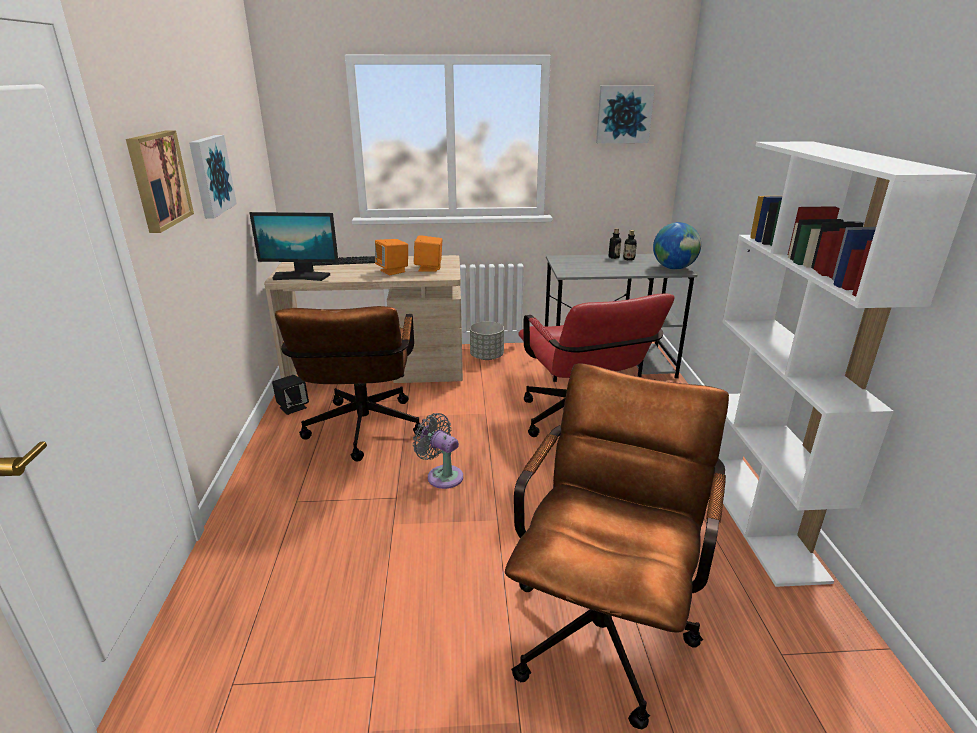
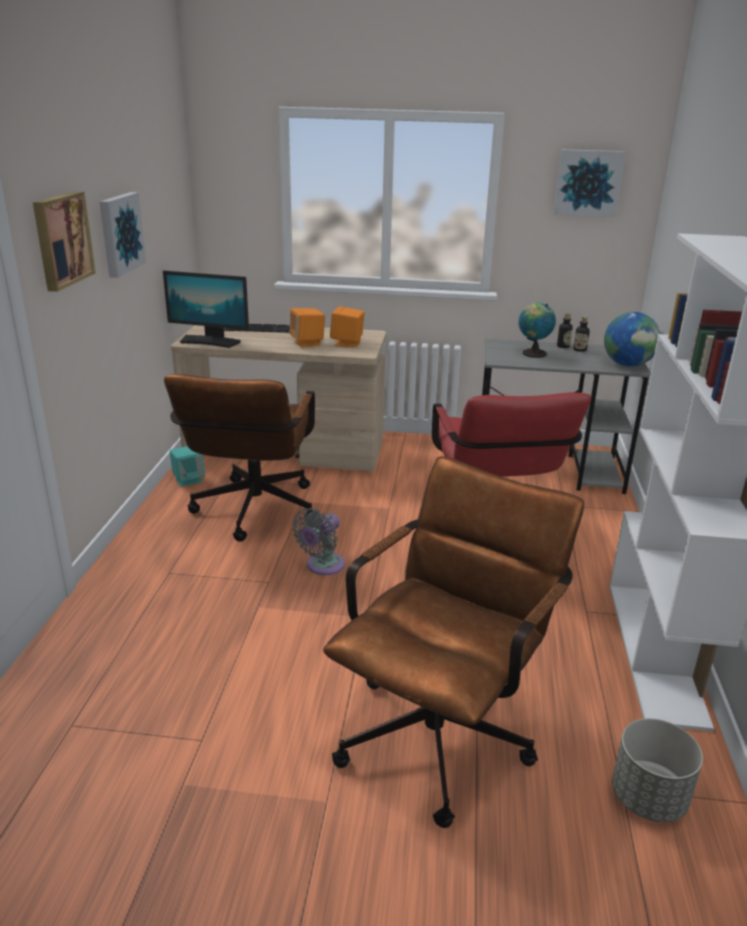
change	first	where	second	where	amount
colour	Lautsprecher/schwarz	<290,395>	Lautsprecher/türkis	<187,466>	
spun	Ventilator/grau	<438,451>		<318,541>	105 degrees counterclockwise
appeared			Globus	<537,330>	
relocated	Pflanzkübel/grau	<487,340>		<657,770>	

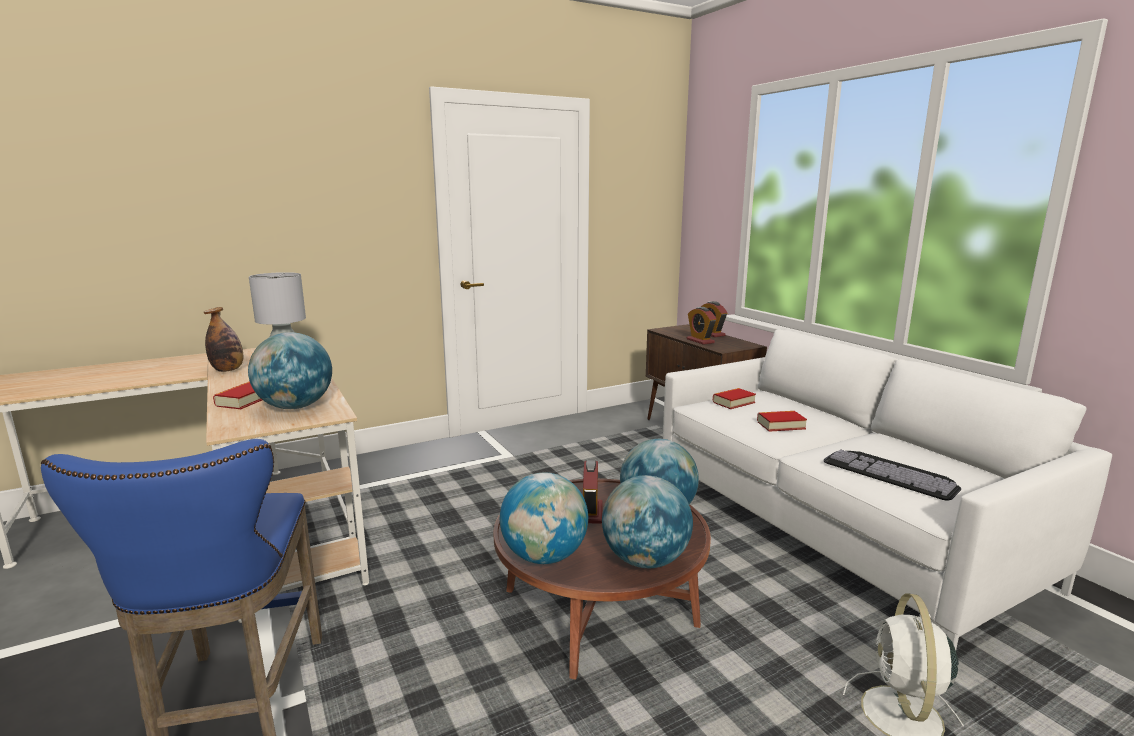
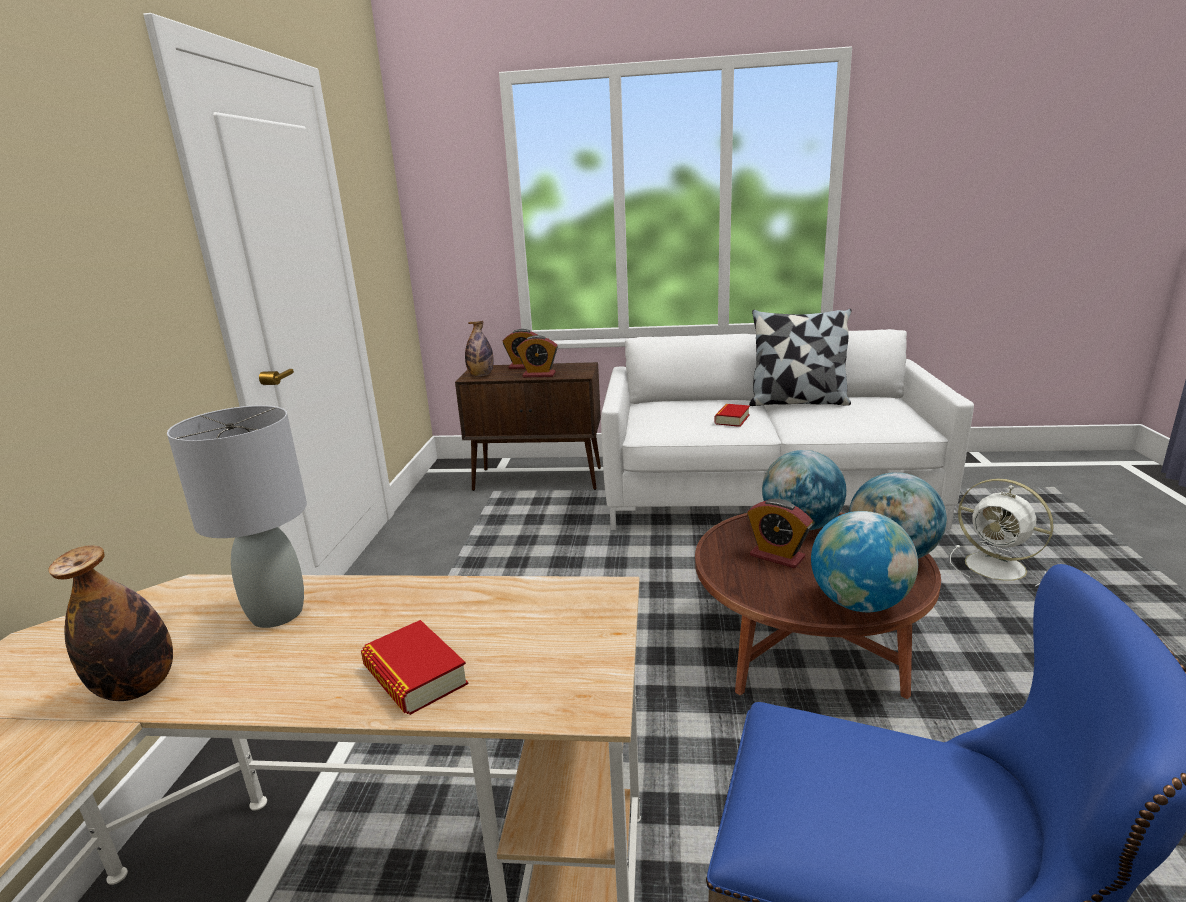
change	first	where	second	where	amount
appeared			Flasche	<479,348>	
appeared			Kissen	<800,357>	
missing	Globus	<290,370>			
missing	Buch	<734,398>			
missing	Tastatur	<892,475>			

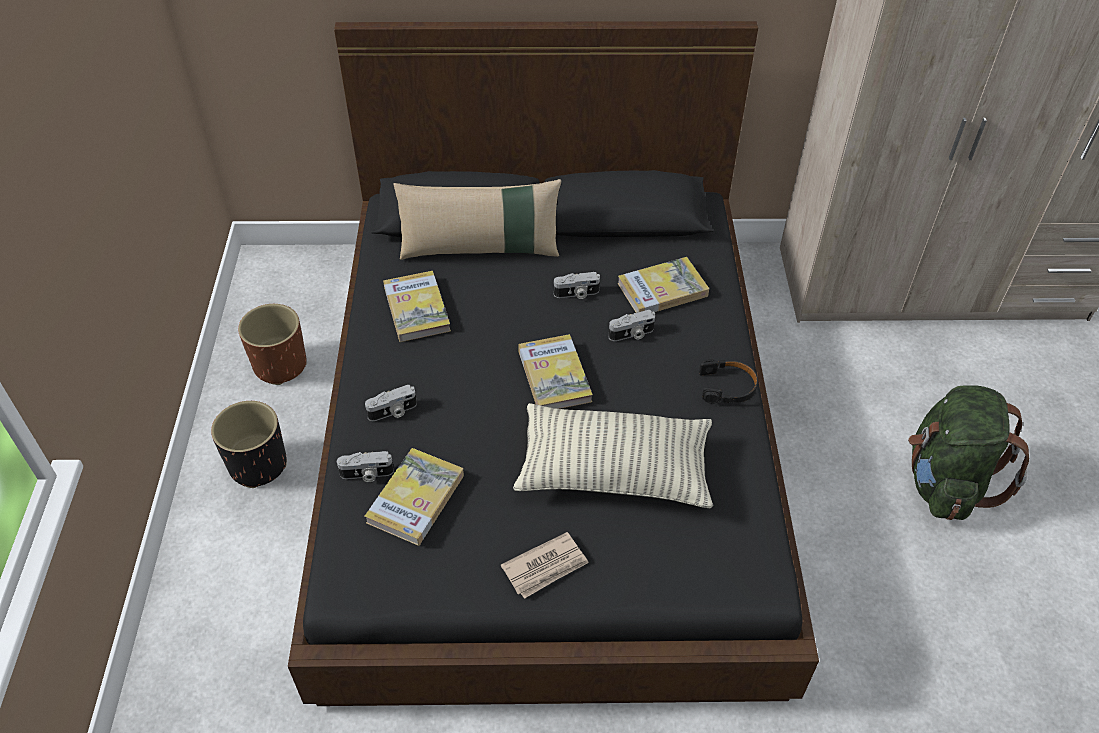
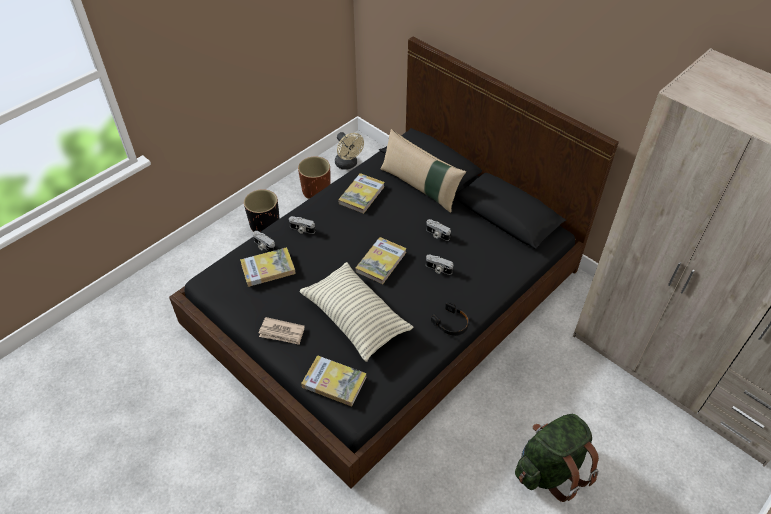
change	first	where	second	where	amount
relocated	Buch	<663,284>		<334,380>	
appeared			Ventilator/beige	<349,151>	

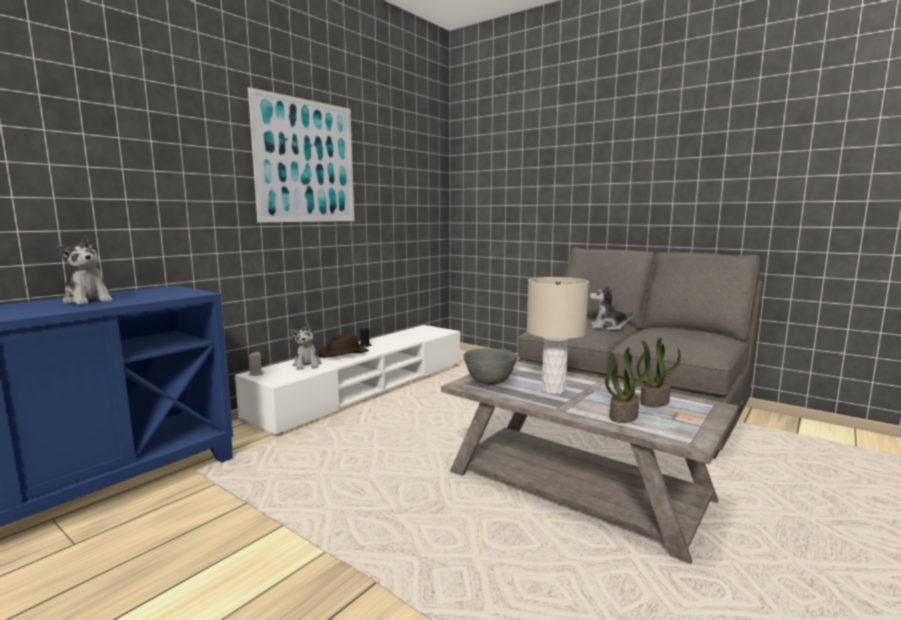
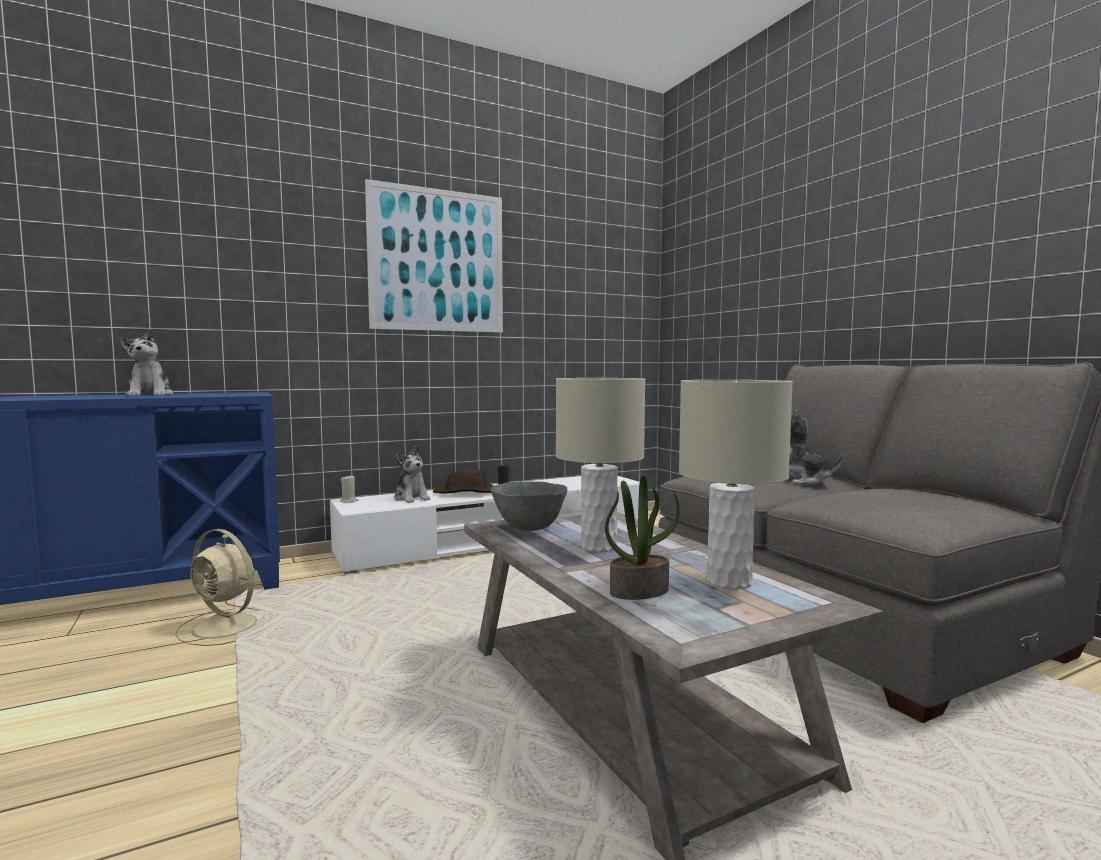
change	first	where	second	where	amount
appeared			Ventilator/beige	<224,587>	
spun	Plüschtier	<306,346>		<412,474>	45 degrees counterclockwise
exchanged	Topfpflanze	<659,372>	Tischlampe/beige	<736,485>	

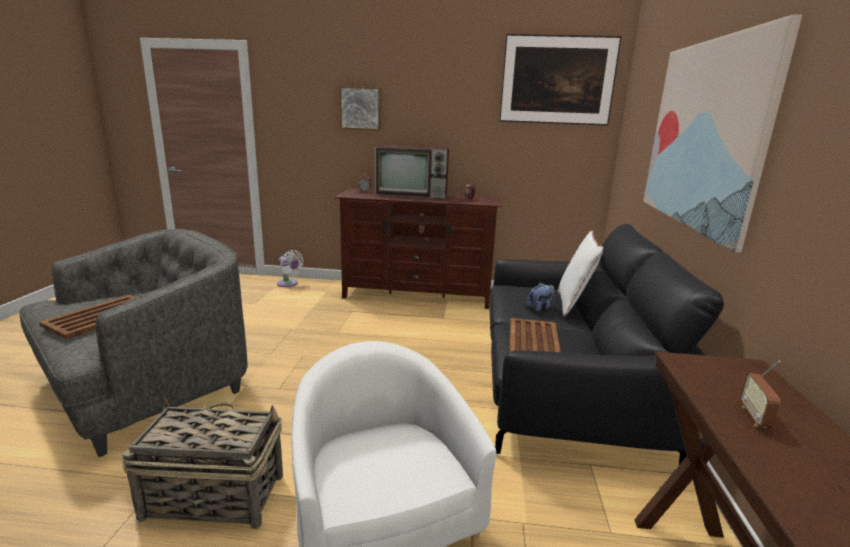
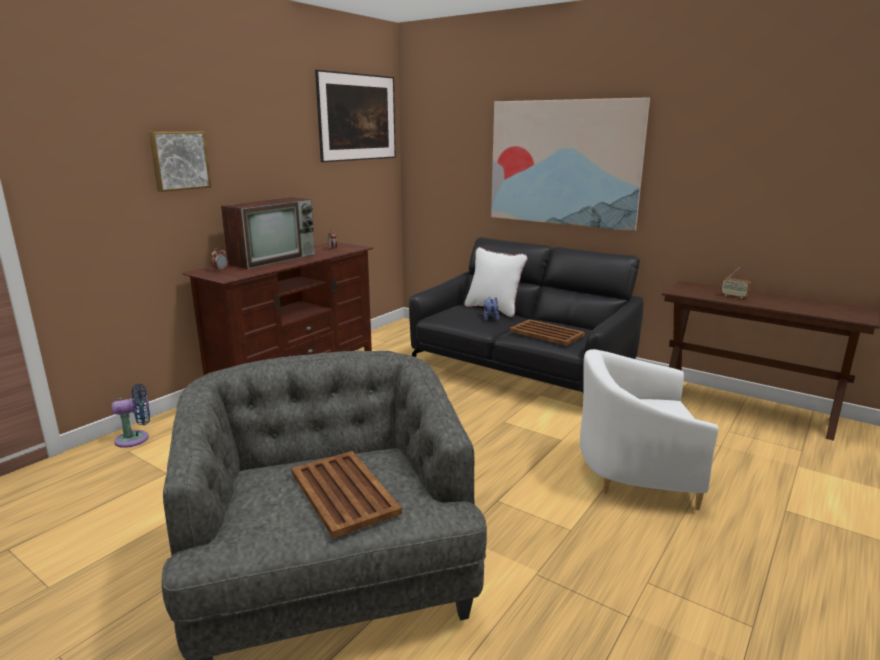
change	first	where	second	where	amount
colour	Ventilator/weiß	<290,268>	Ventilator/blau	<131,416>	
missing	Korb	<202,464>			

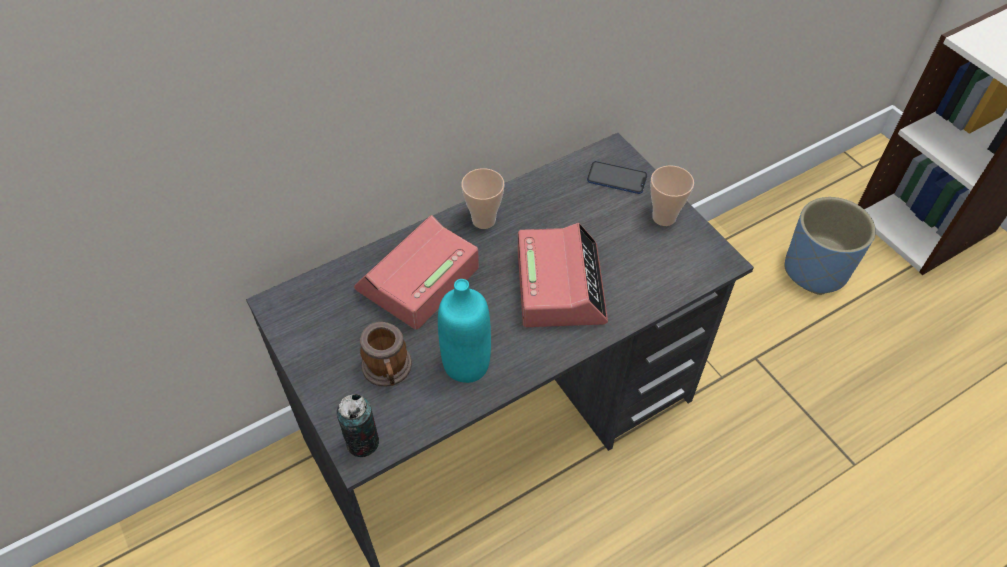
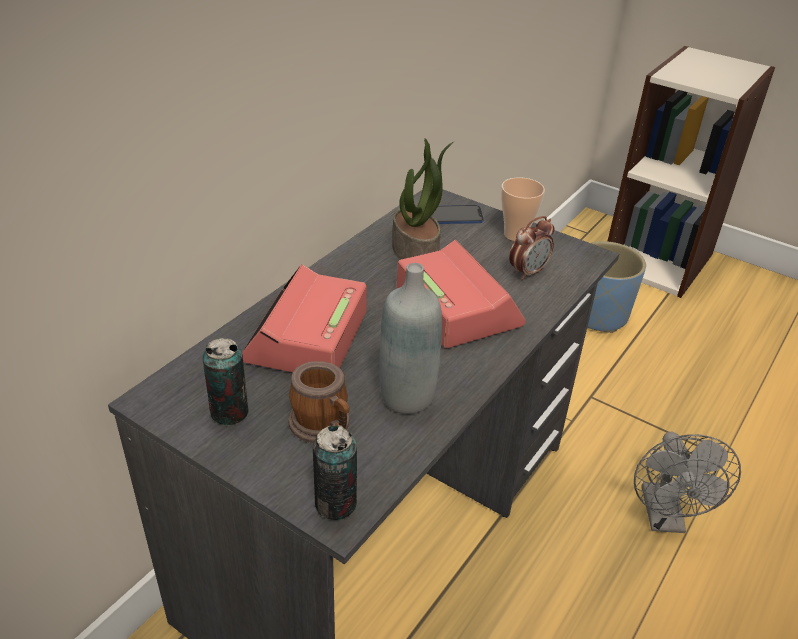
change	first	where	second	where	amount
appeared			Dose	<225,381>	
colour	Flasche/türkis	<464,331>	Flasche/grau	<410,338>	
appeared			Topfpflanze	<423,199>	
appeared			Wecker	<531,248>	
appeared			Ventilator/grau	<687,482>	
missing	Tasse	<482,198>			

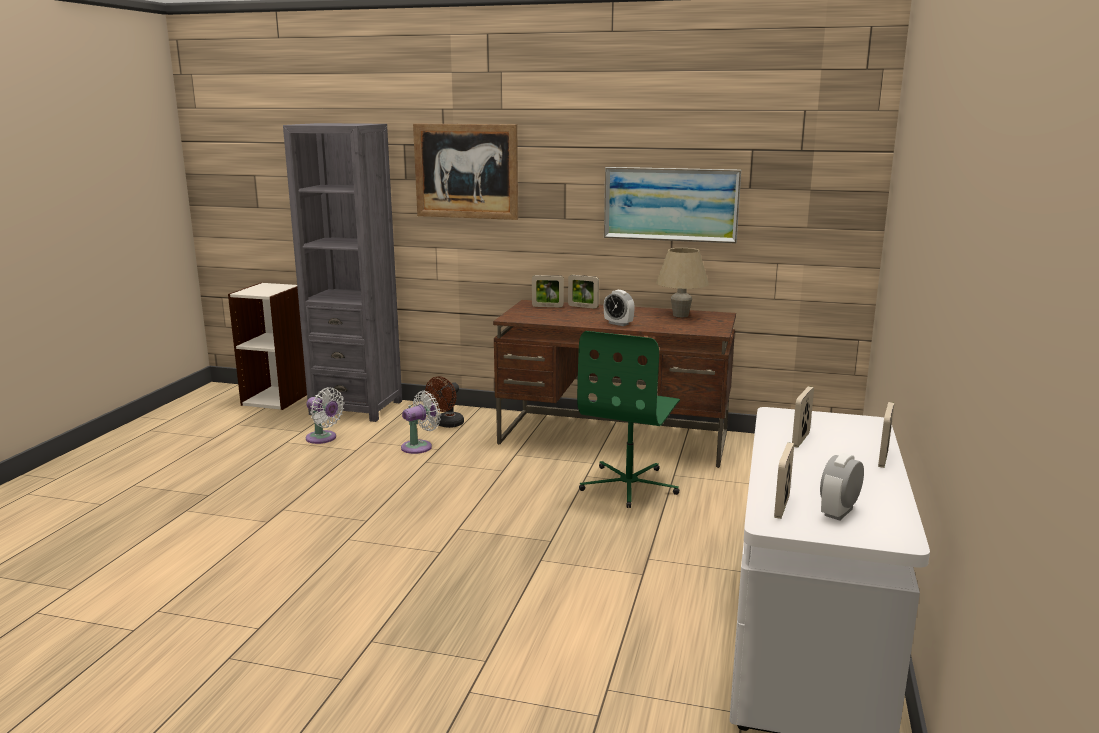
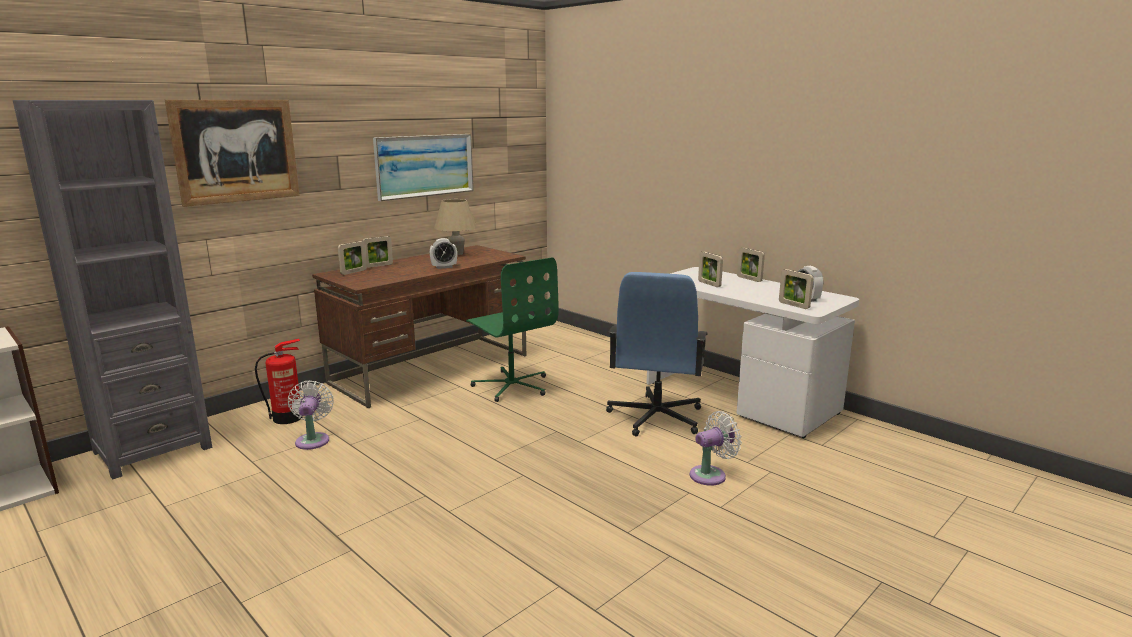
change	first	where	second	where	amount
exchanged	Ventilator/braun	<444,402>	Feuerlöscher	<278,381>	
appeared			Bürostuhl/blau	<657,354>	
relocated	Ventilator/weiß	<325,415>		<716,448>	

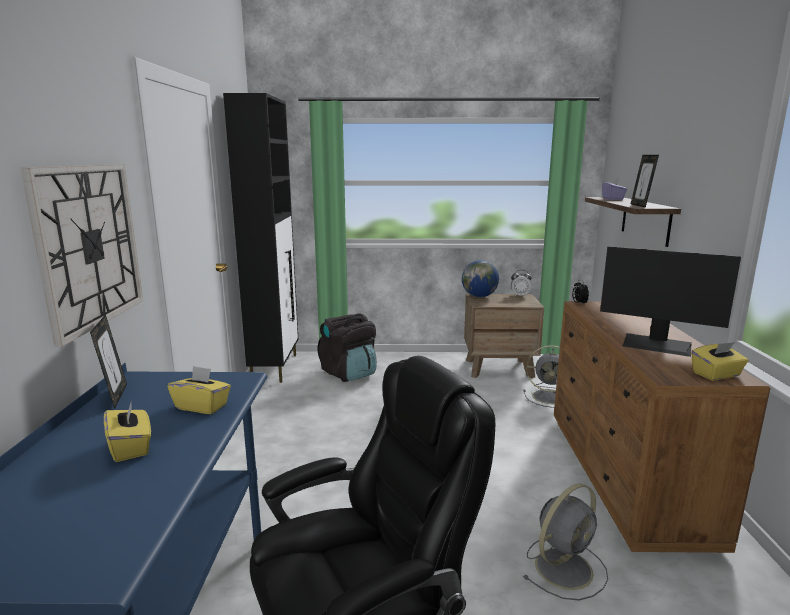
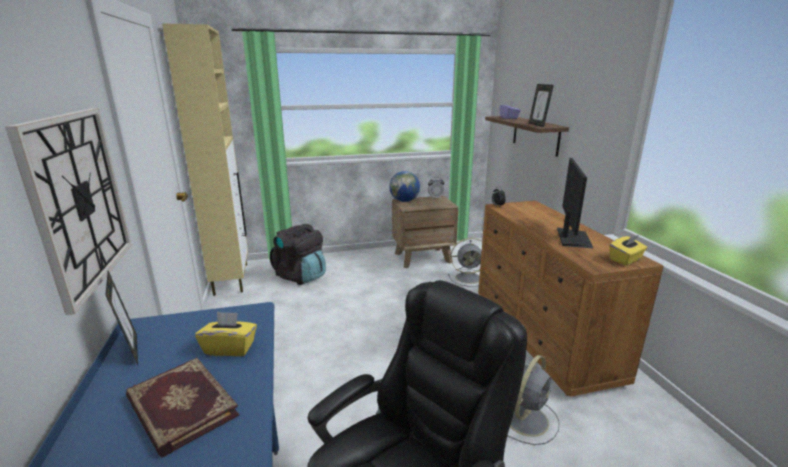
change	first	where	second	where	amount
exchanged	Taschentuchbox/gelb	<127,432>	Buch	<182,407>	
colour	Schrank/schwarz	<260,238>	Schrank/beige	<205,159>	
spun	Monitor	<670,301>		<575,203>	90 degrees counterclockwise

